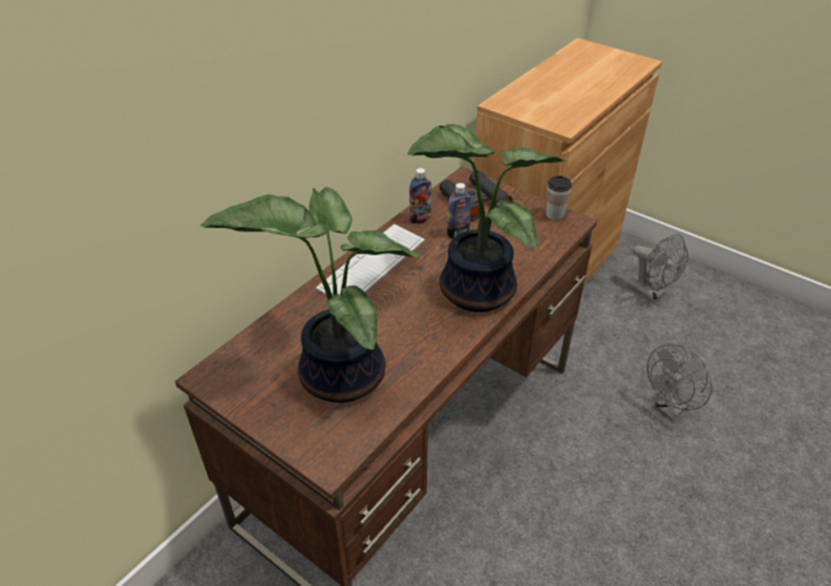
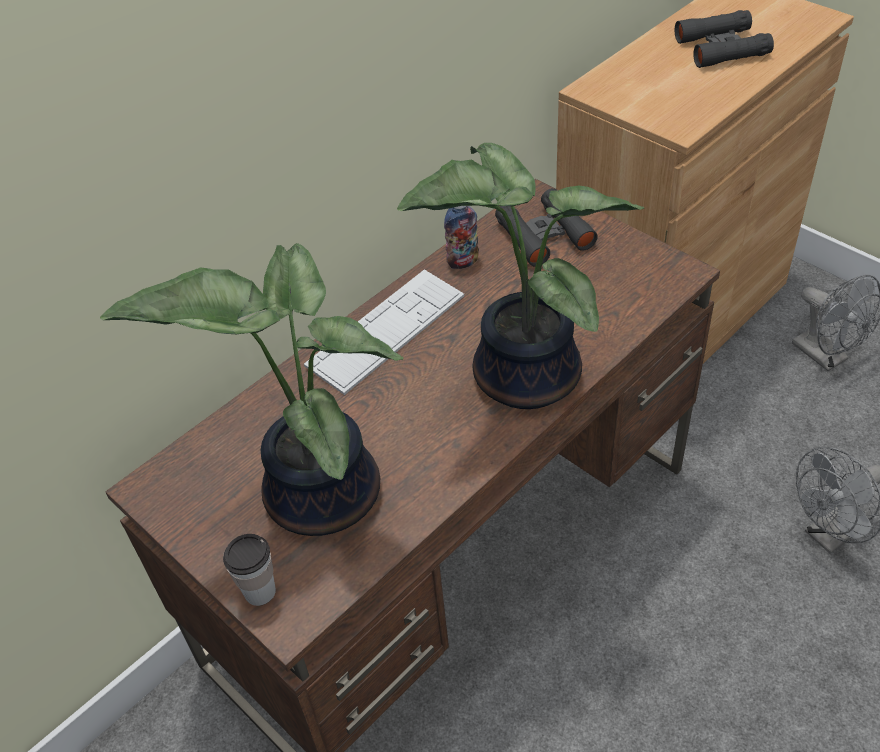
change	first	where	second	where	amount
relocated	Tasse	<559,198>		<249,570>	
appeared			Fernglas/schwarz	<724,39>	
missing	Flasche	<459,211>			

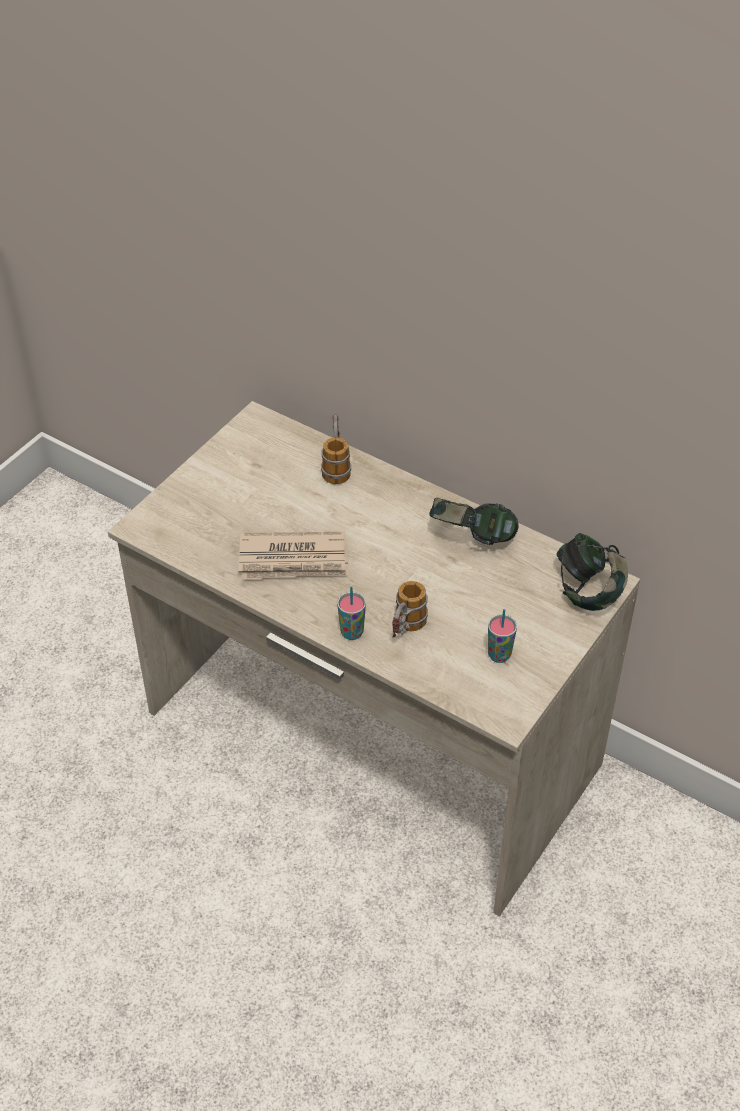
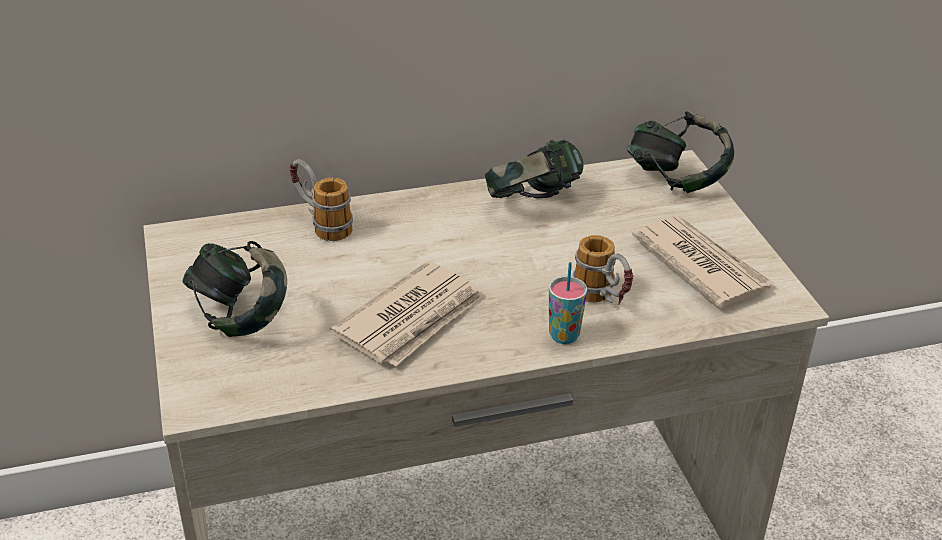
change	first	where	second	where	amount
appeared			Kopfhörer	<235,289>	
exchanged	Tasse	<502,636>	Zeitung	<703,262>	

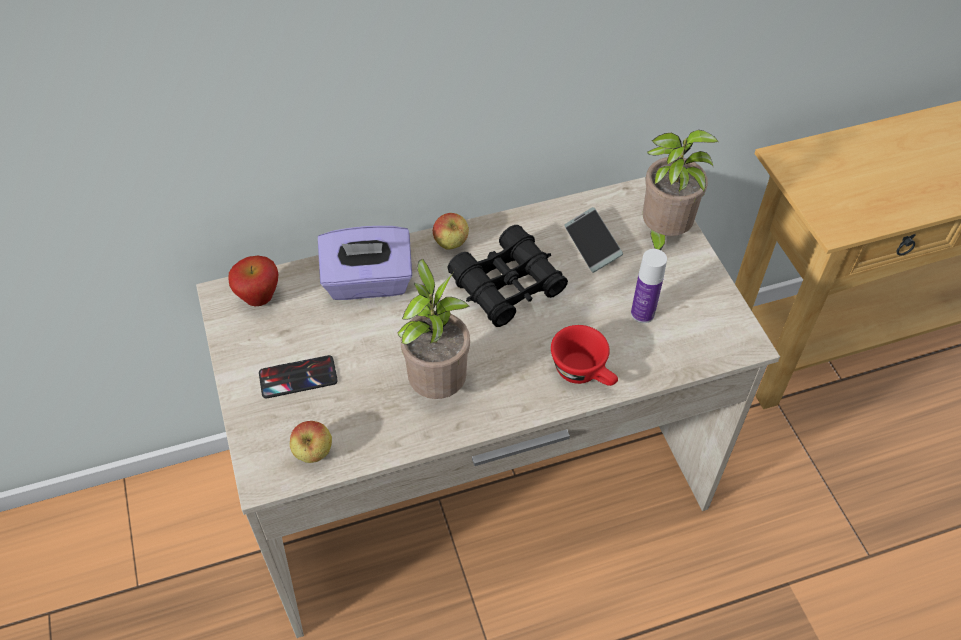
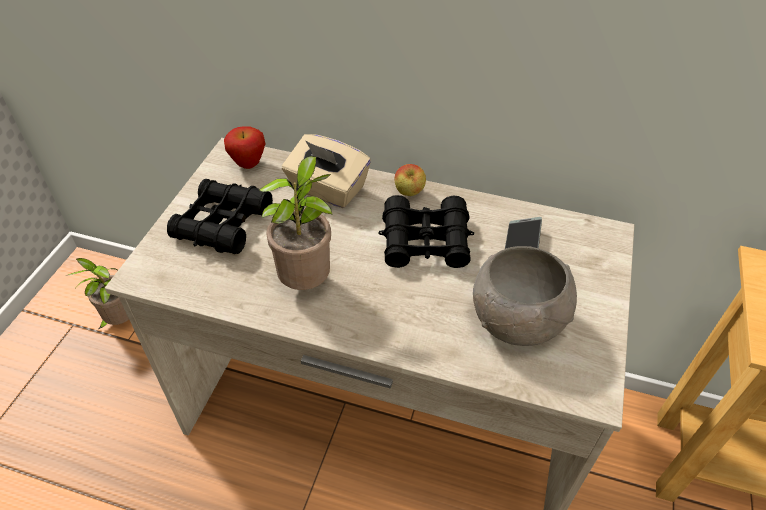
change	first	where	second	where	amount
relocated	Topfpflanze	<680,190>		<98,293>	
exchanged	Handy	<298,377>	Fernglas/schwarz	<220,216>	
colour	Taschentuchbox/lila	<365,263>	Taschentuchbox/beige	<326,171>	
exchanged	Flasche	<649,286>	Schüssel/grau	<525,296>	
missing	Apfel	<311,442>			
missing	Tasse/rot	<584,355>			

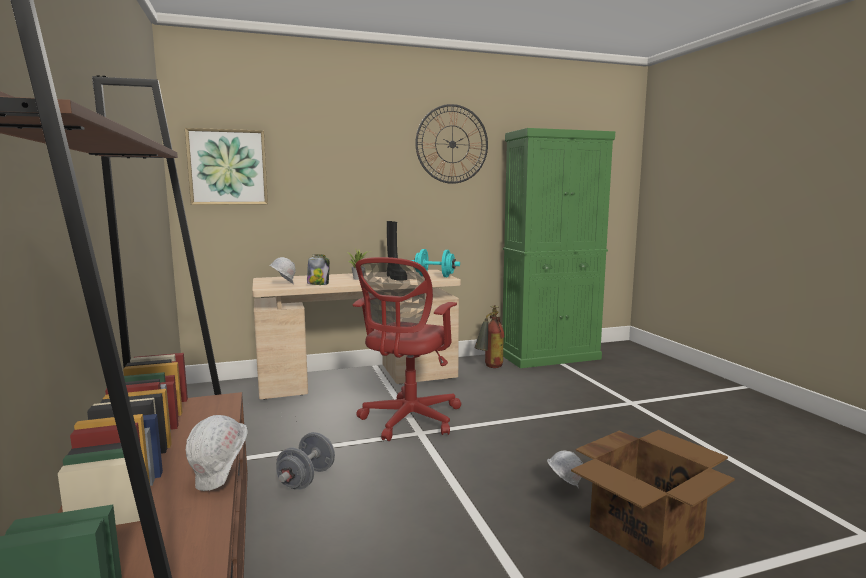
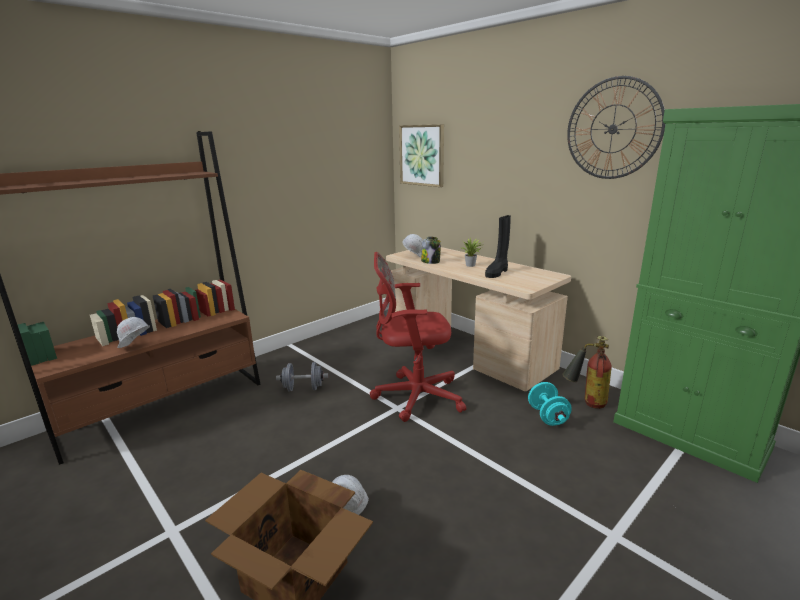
change	first	where	second	where	amount
relocated	Hantel/türkis	<435,263>		<550,404>	

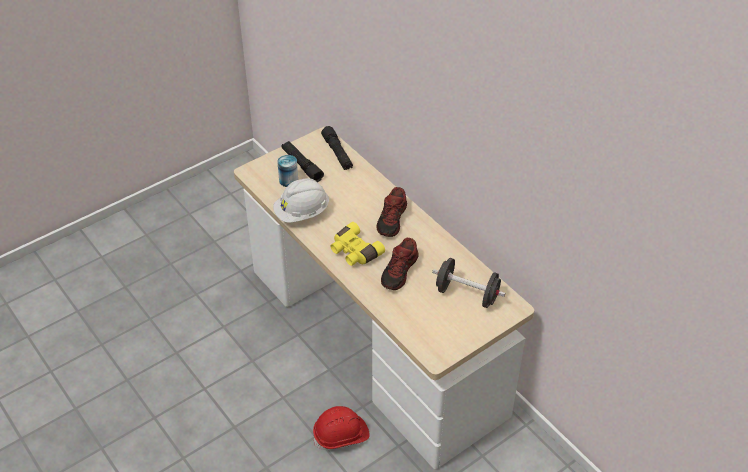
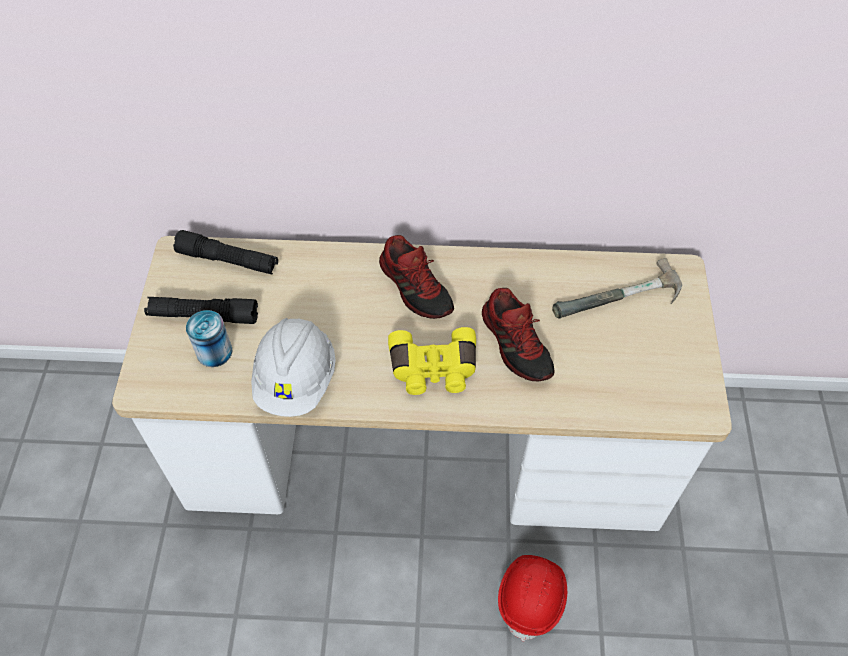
change	first	where	second	where	amount
exchanged	Hantel/schwarz	<468,283>	Hammer	<617,288>	

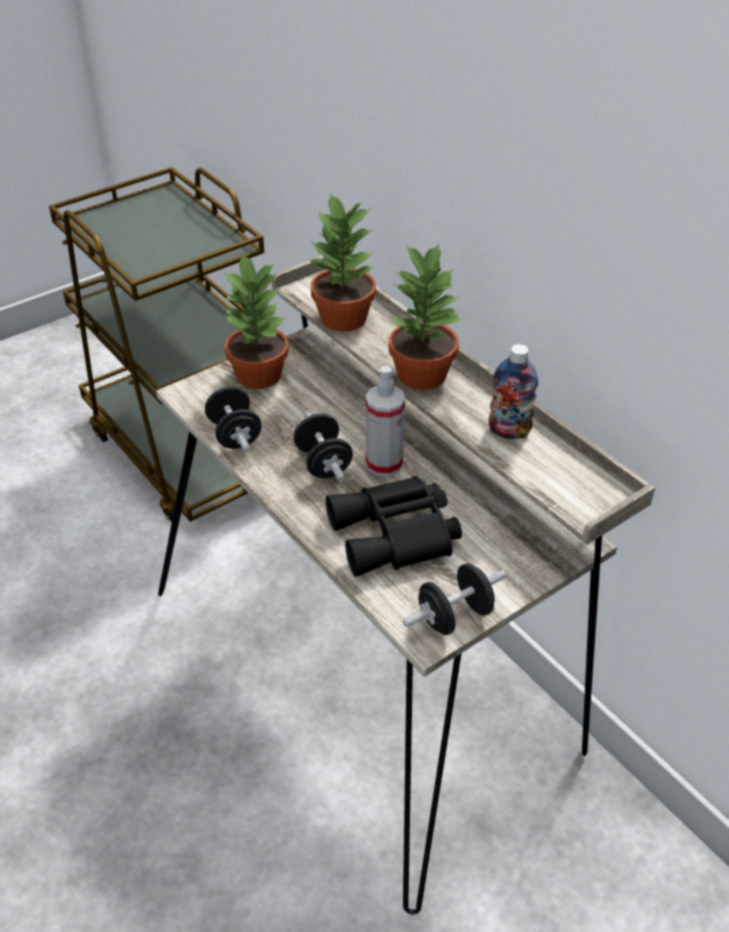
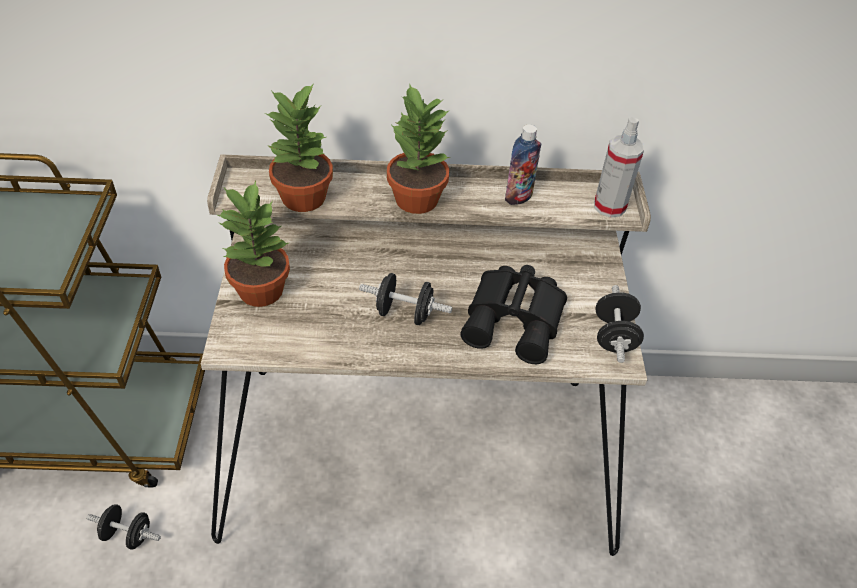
change	first	where	second	where	amount
relocated	Hantel/schwarz	<233,419>		<123,527>	
relocated	Sprühflasche	<385,421>		<619,167>	

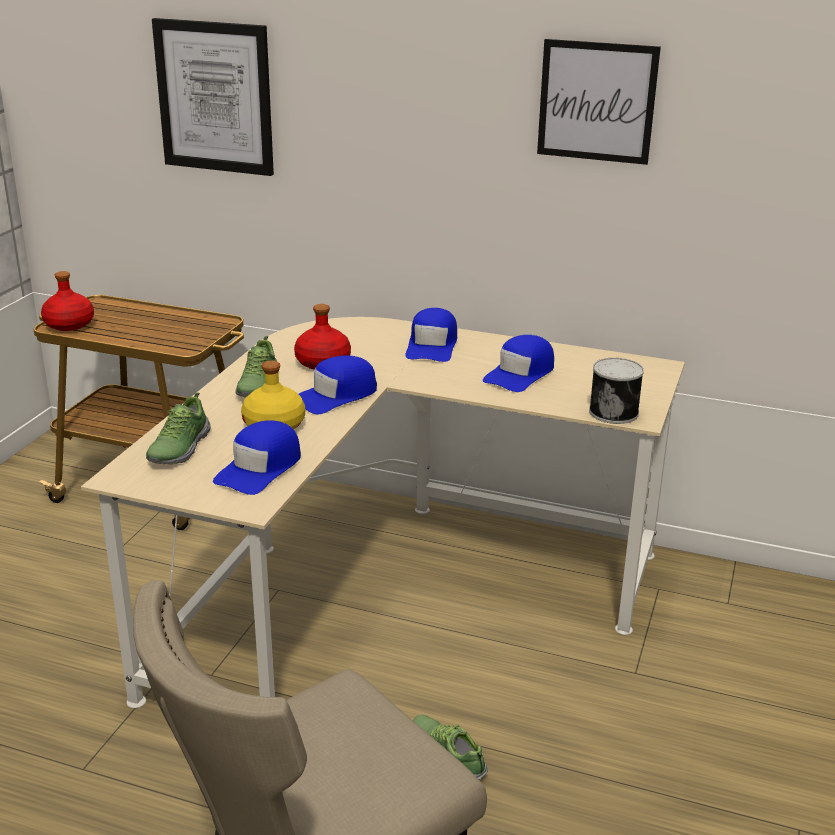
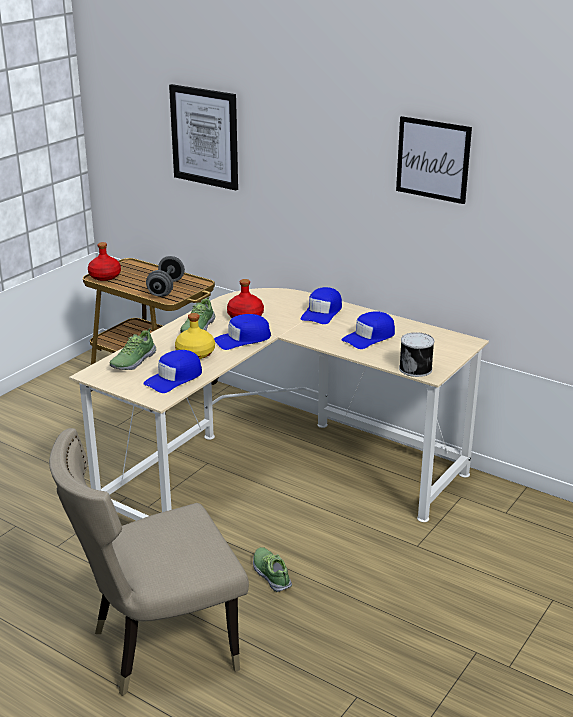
change	first	where	second	where	amount
appeared			Hantel/grau	<165,276>	

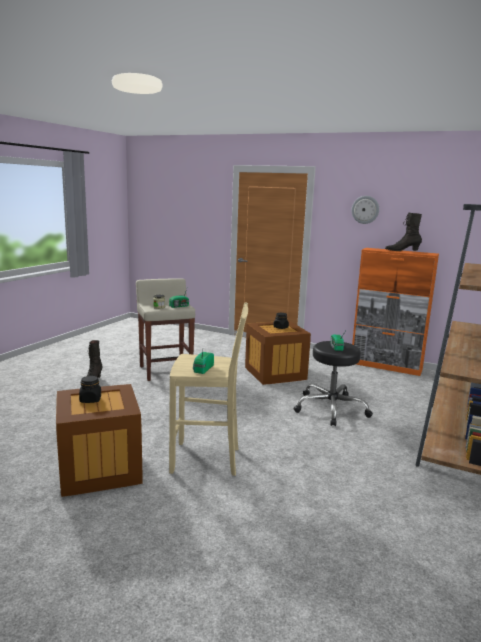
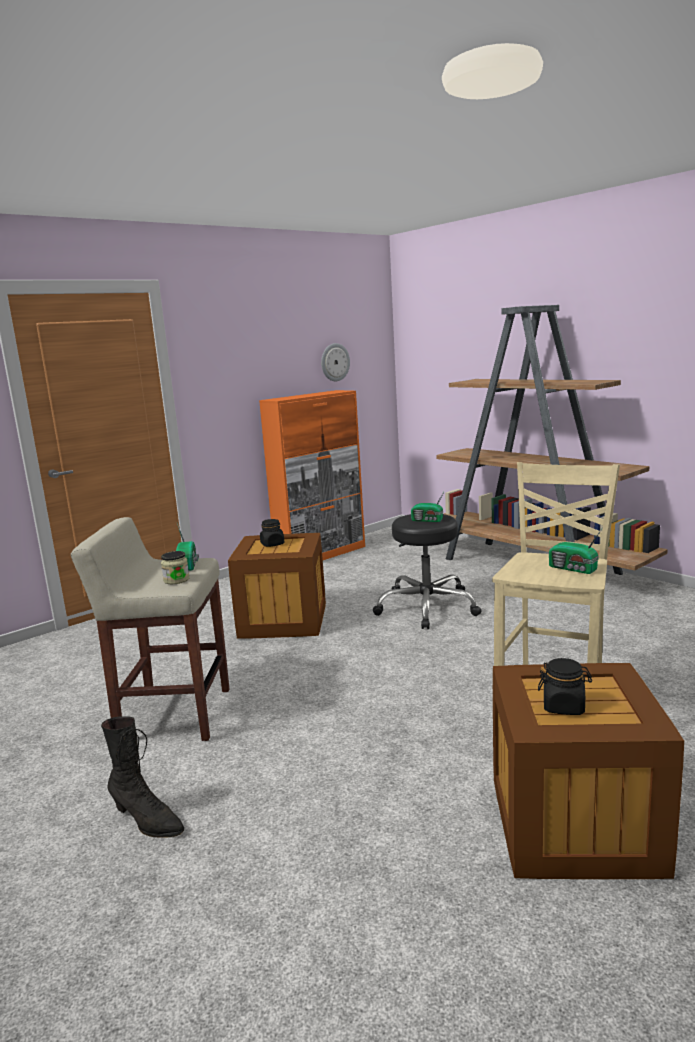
change	first	where	second	where	amount
relocated	Wanduhr	<365,210>		<335,362>	
missing	Stiefel/schwarz	<403,231>			

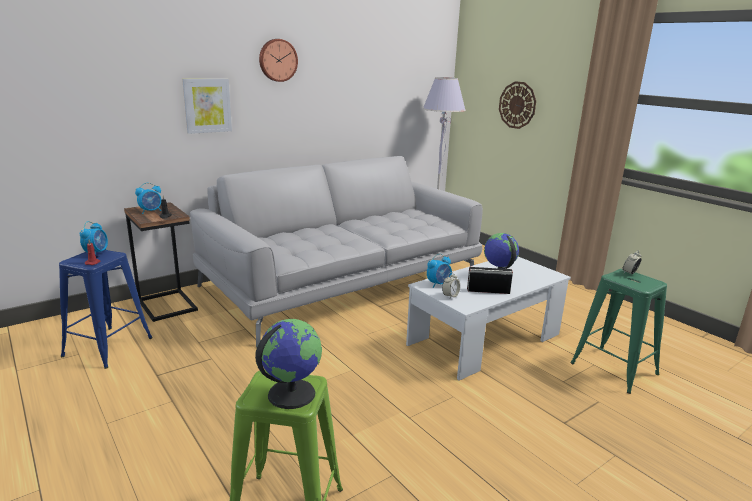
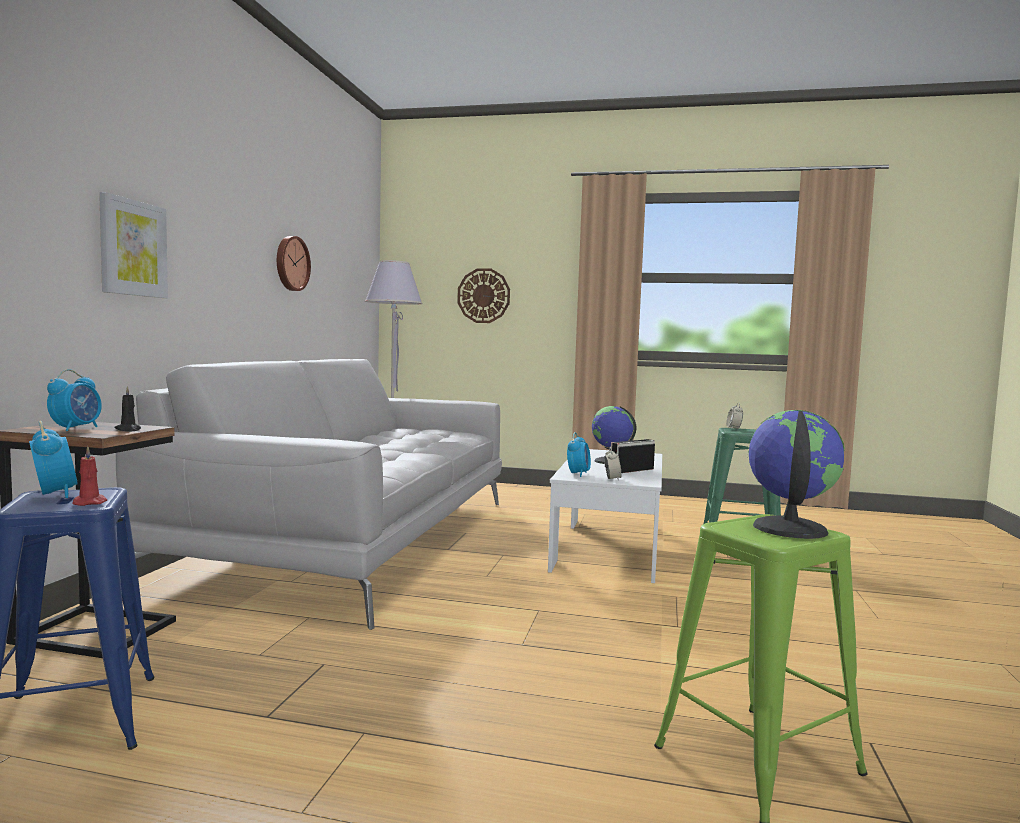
change	first	where	second	where	amount
relocated	Wanduhr	<278,60>		<294,263>	

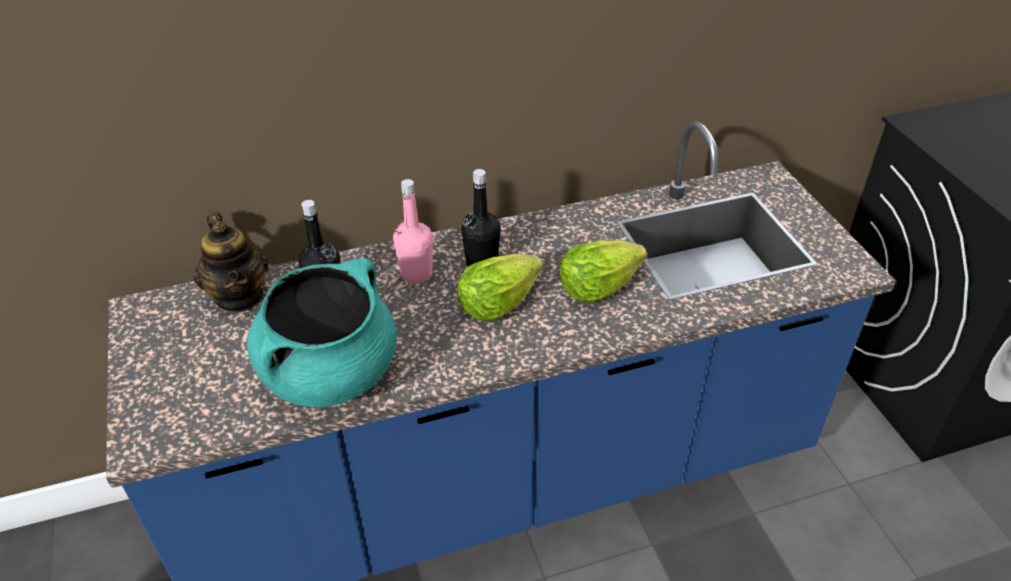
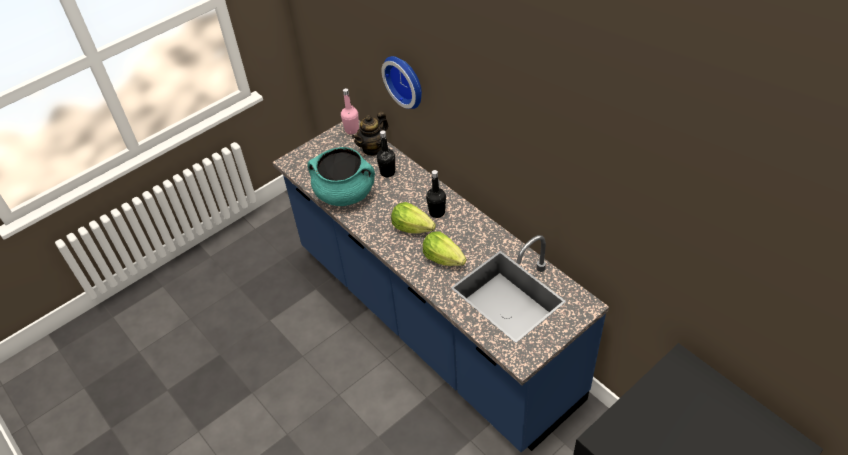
change	first	where	second	where	amount
relocated	Flasche/rosa	<413,231>		<350,111>	
appeared			Wanduhr	<401,82>	

